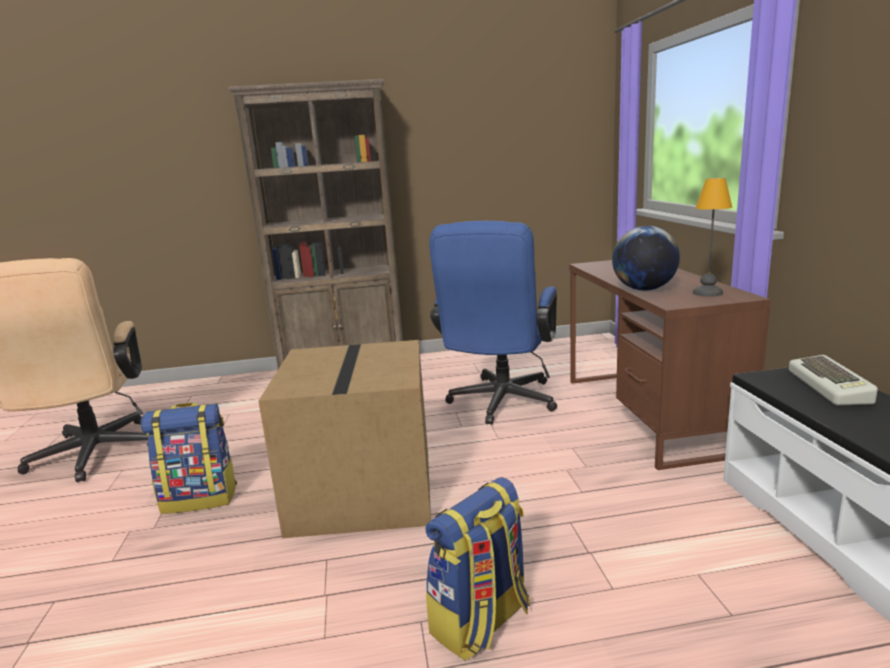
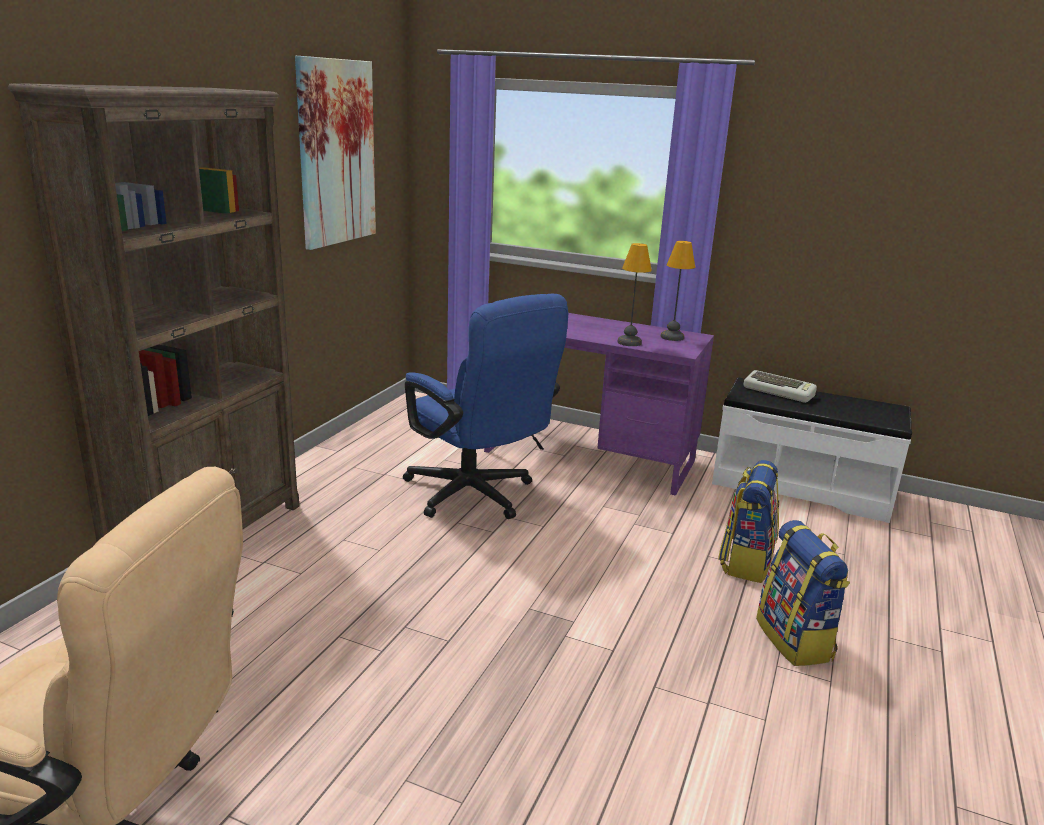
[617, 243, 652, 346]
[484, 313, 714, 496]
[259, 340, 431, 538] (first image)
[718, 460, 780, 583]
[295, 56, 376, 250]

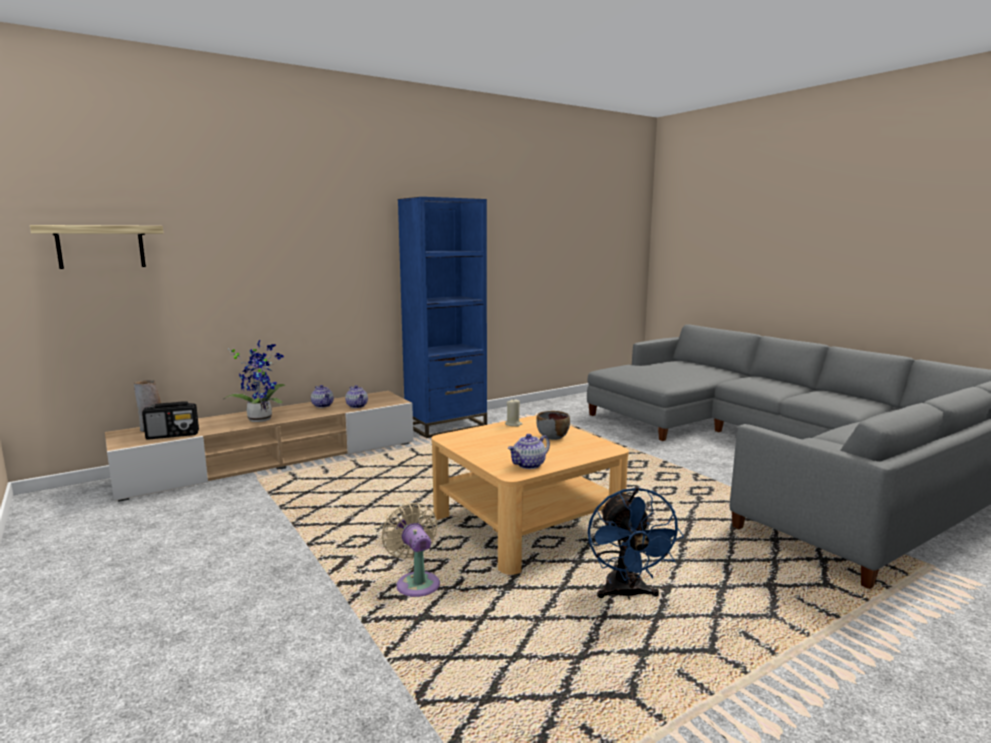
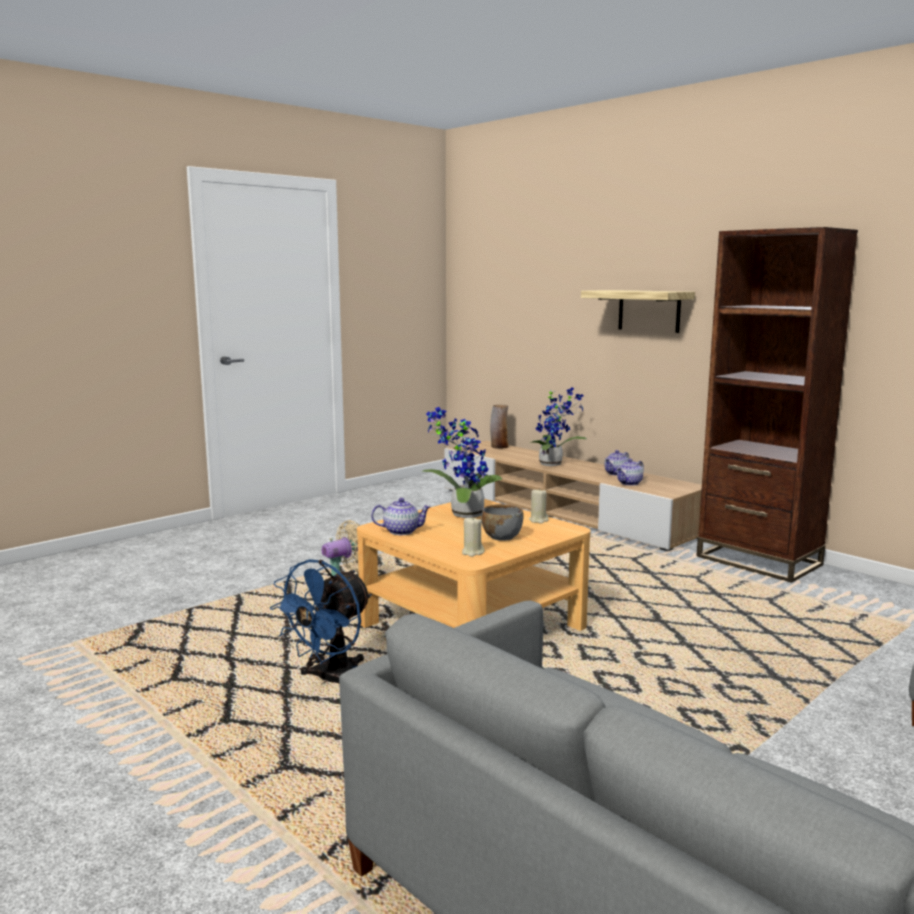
[697, 227, 858, 583]
[581, 290, 695, 333]
[142, 401, 199, 440] (first image)
[371, 498, 431, 535]
[270, 559, 372, 684]
[421, 407, 502, 518]
[462, 518, 484, 557]

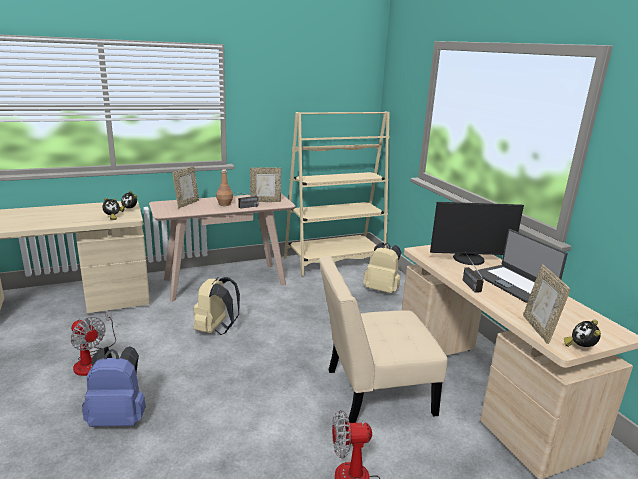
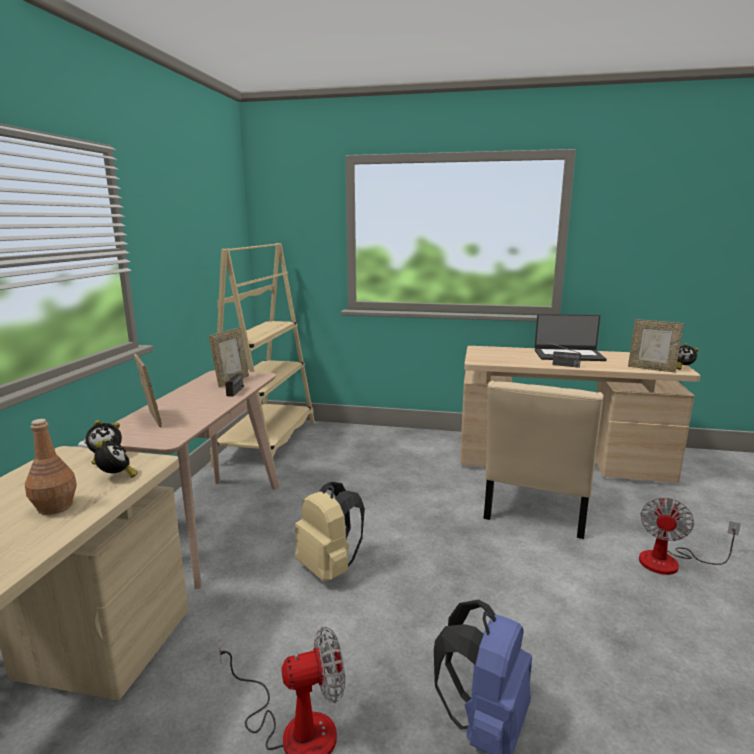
[25, 419, 77, 515]
[430, 202, 524, 265] (first image)
[363, 242, 401, 293] (first image)

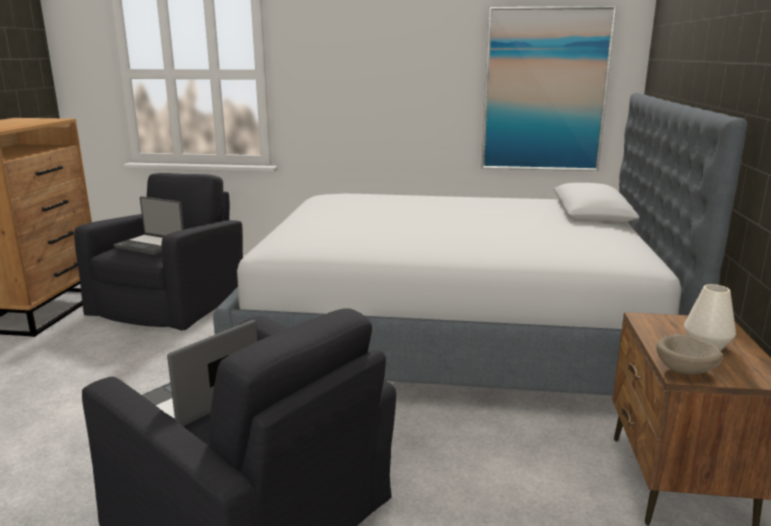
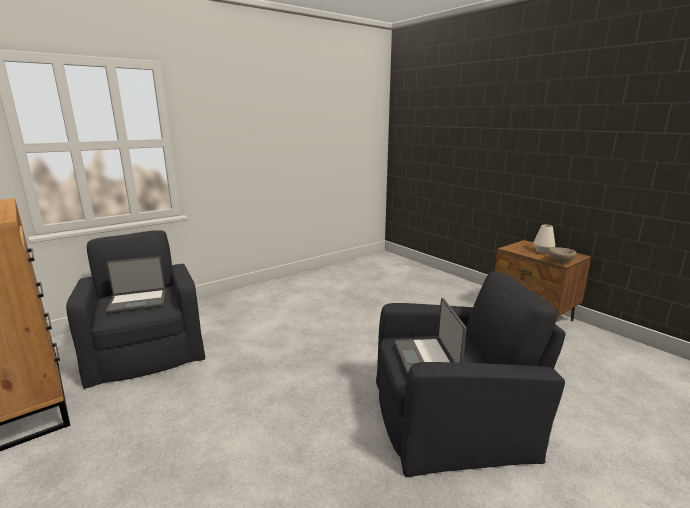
[481, 6, 616, 171] (first image)
[213, 93, 747, 395] (first image)

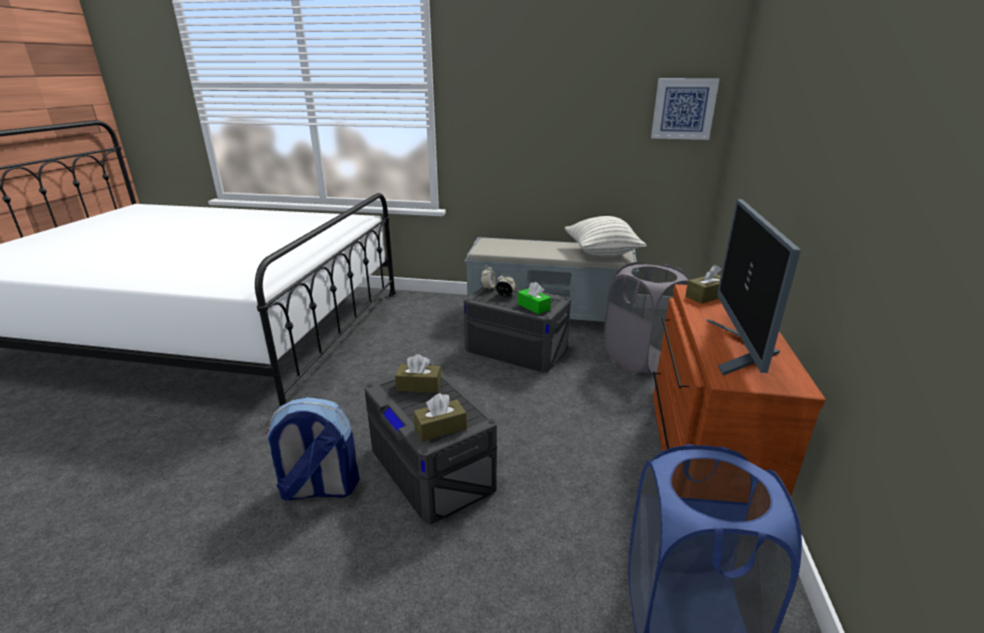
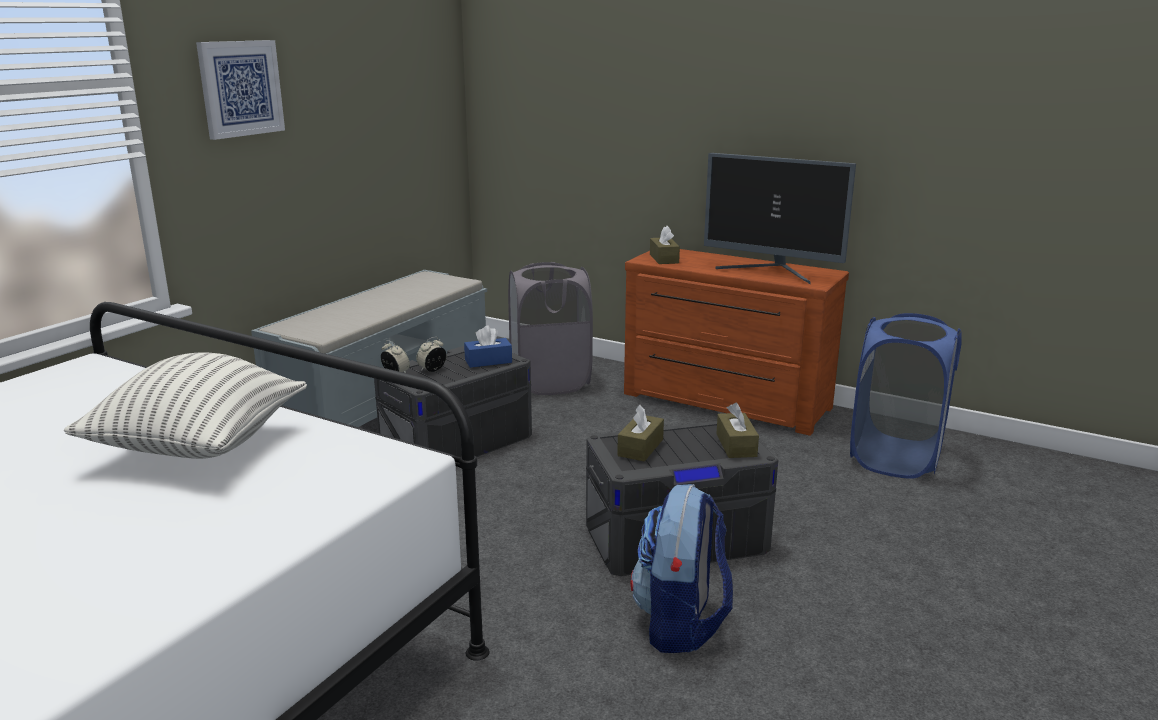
[196, 40, 285, 140]
[64, 352, 307, 459]
[464, 326, 512, 368]

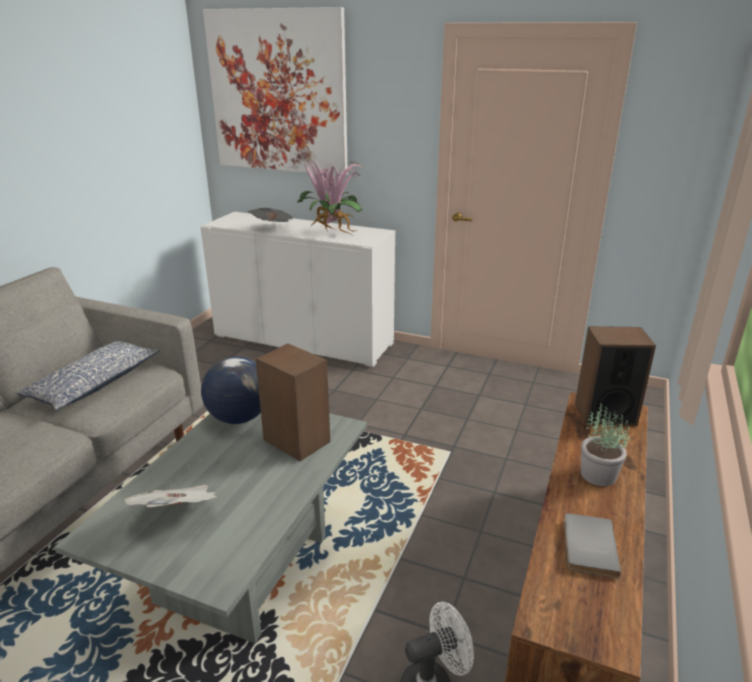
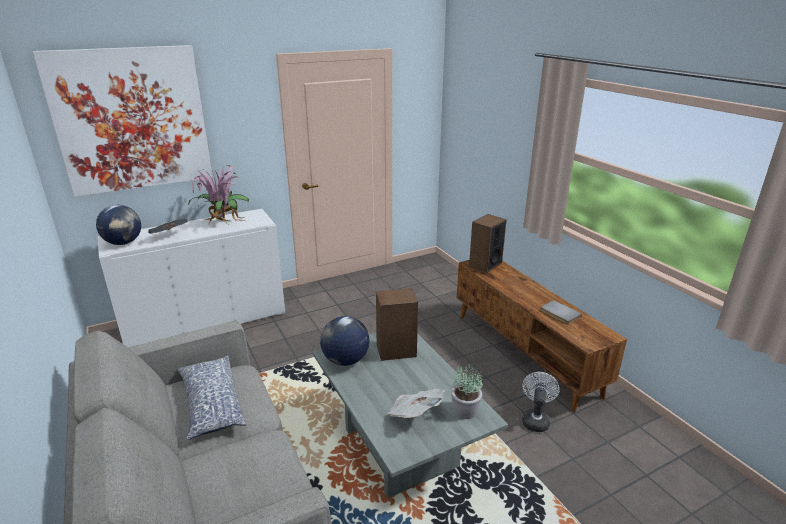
[451, 363, 483, 419]
[96, 205, 141, 245]

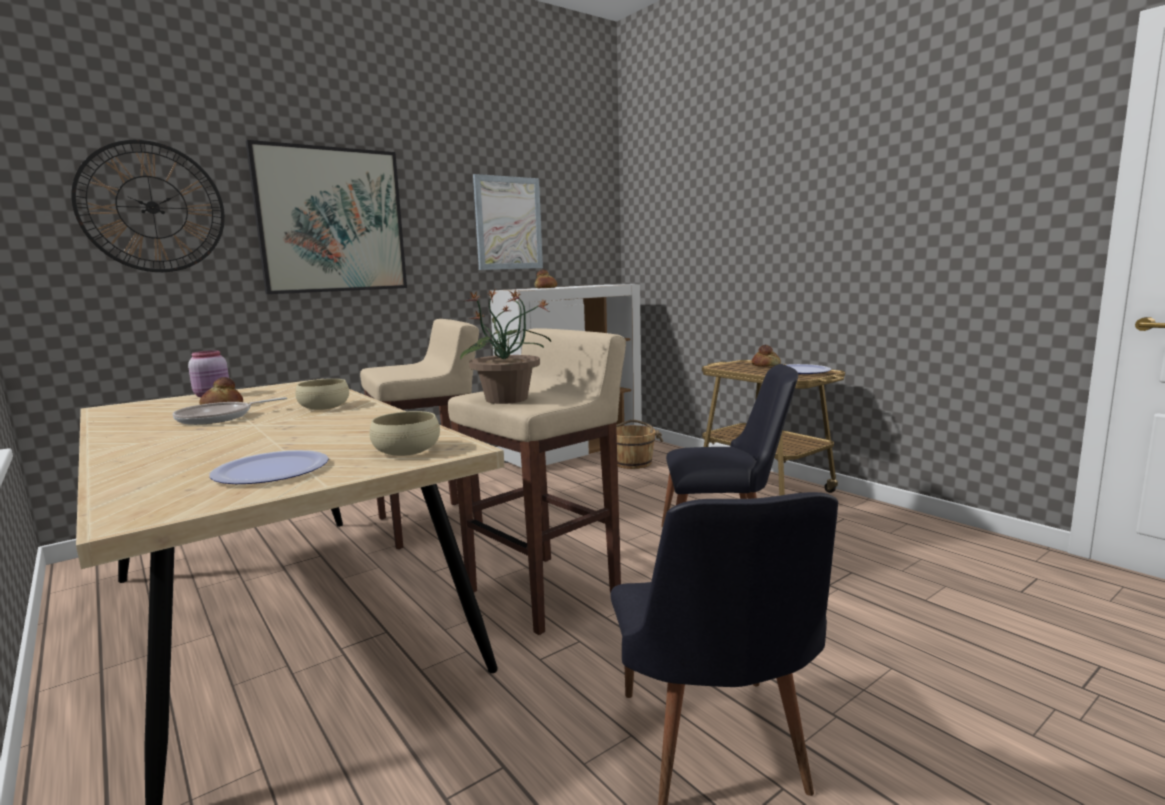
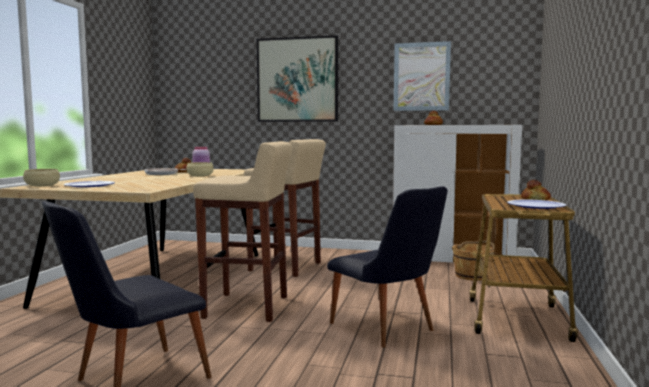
[71, 140, 225, 272] (first image)
[460, 289, 551, 404] (first image)
[23, 169, 60, 187]

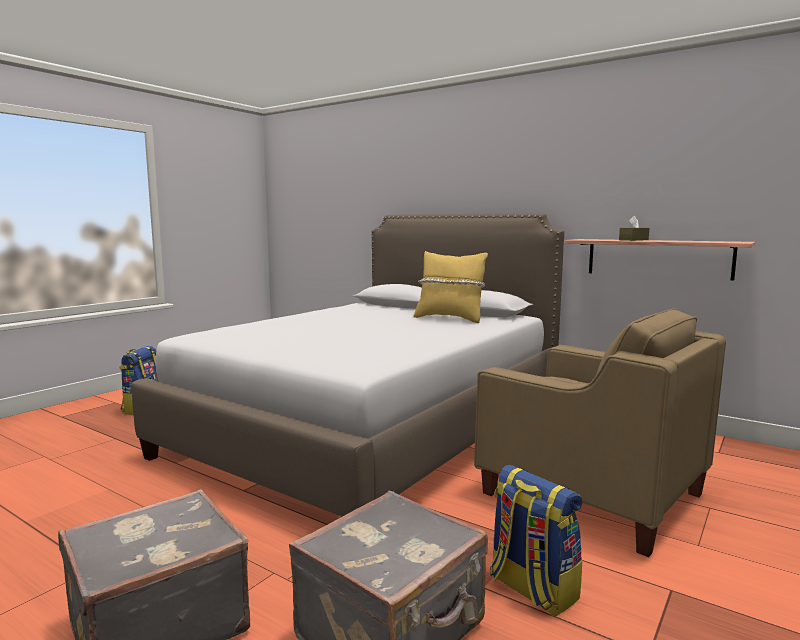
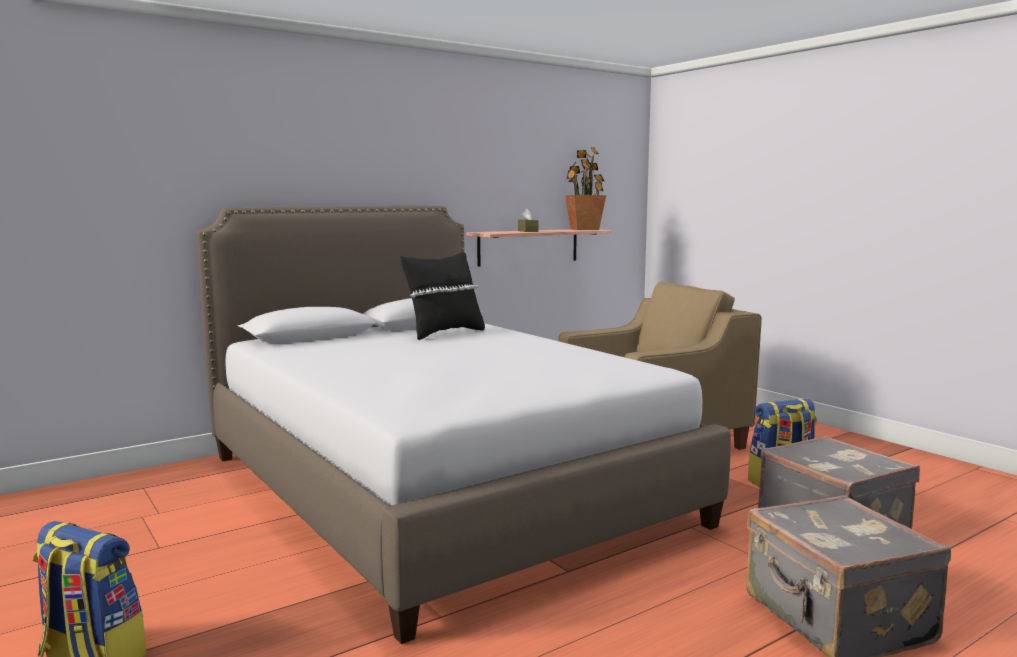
[400, 252, 485, 340]
[565, 147, 606, 230]

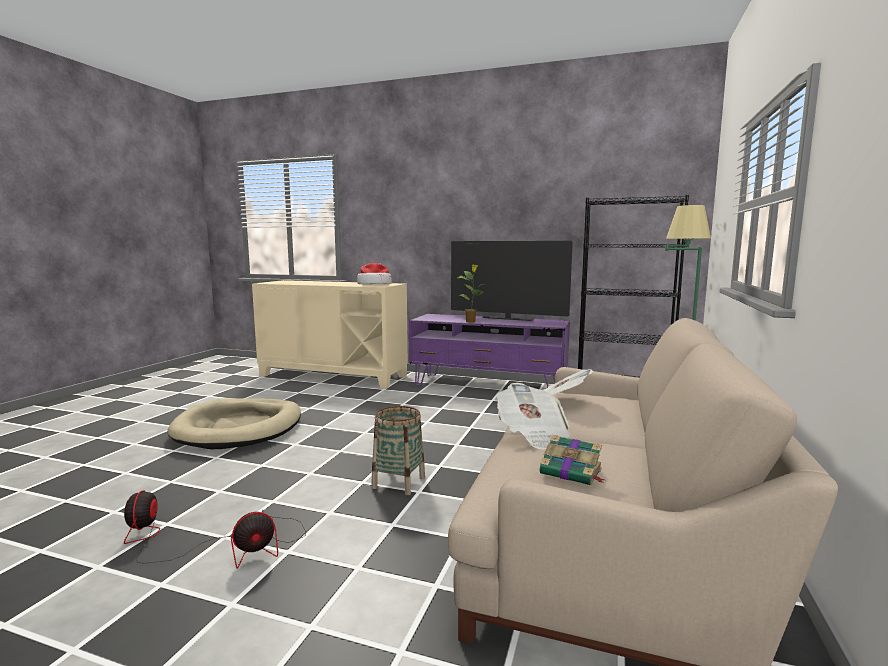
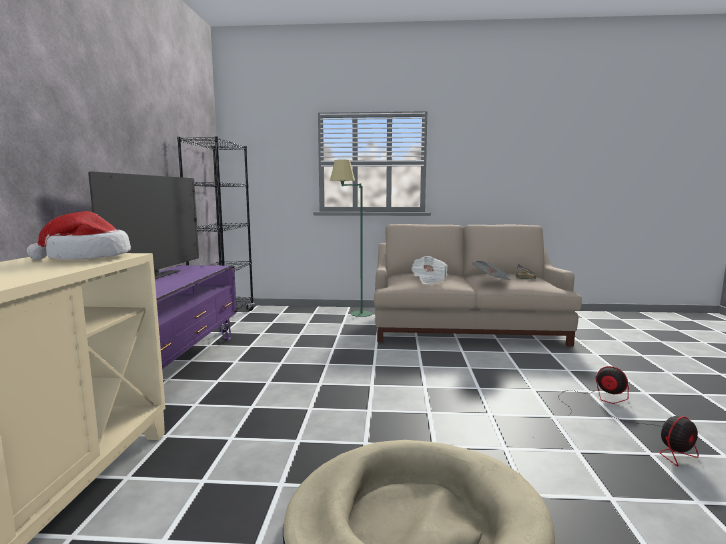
[458, 265, 486, 323] (first image)
[371, 406, 425, 495] (first image)

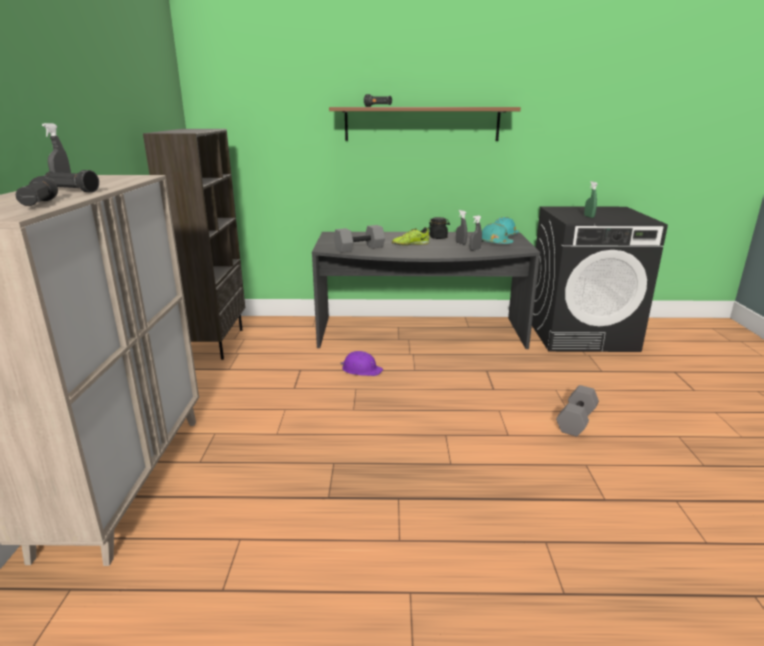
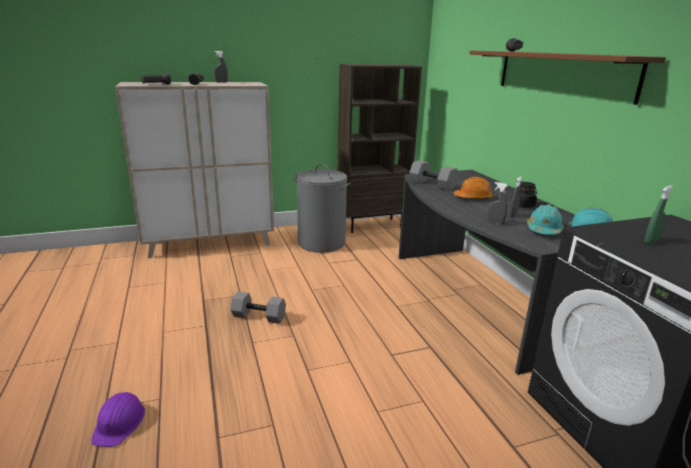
[454, 177, 493, 199]
[91, 392, 145, 447]
[230, 292, 286, 324]
[293, 164, 351, 253]

